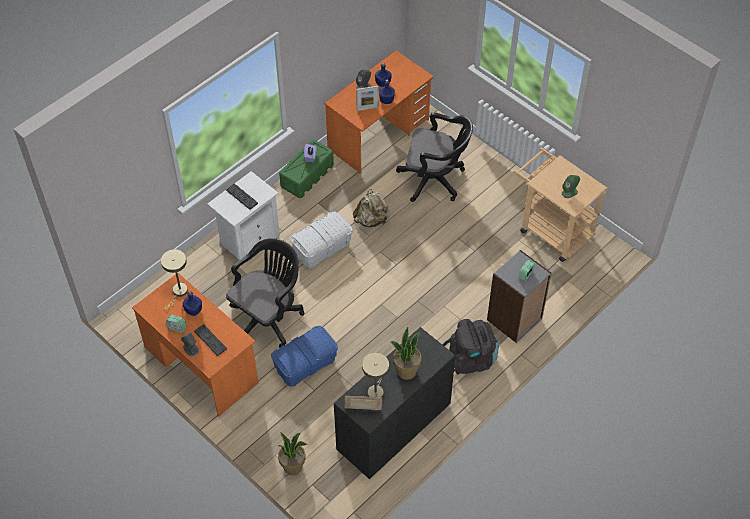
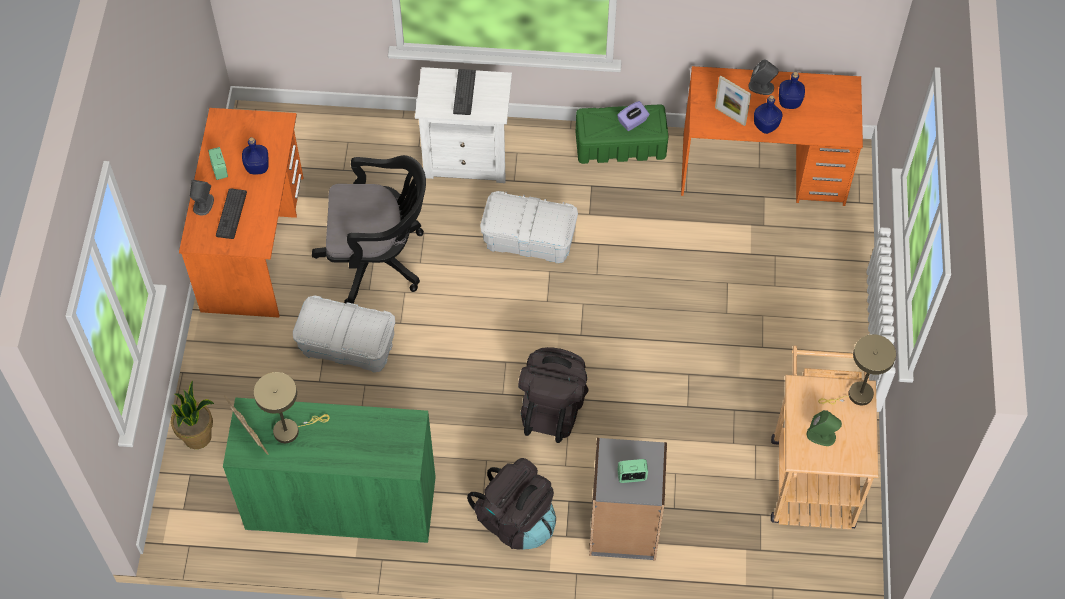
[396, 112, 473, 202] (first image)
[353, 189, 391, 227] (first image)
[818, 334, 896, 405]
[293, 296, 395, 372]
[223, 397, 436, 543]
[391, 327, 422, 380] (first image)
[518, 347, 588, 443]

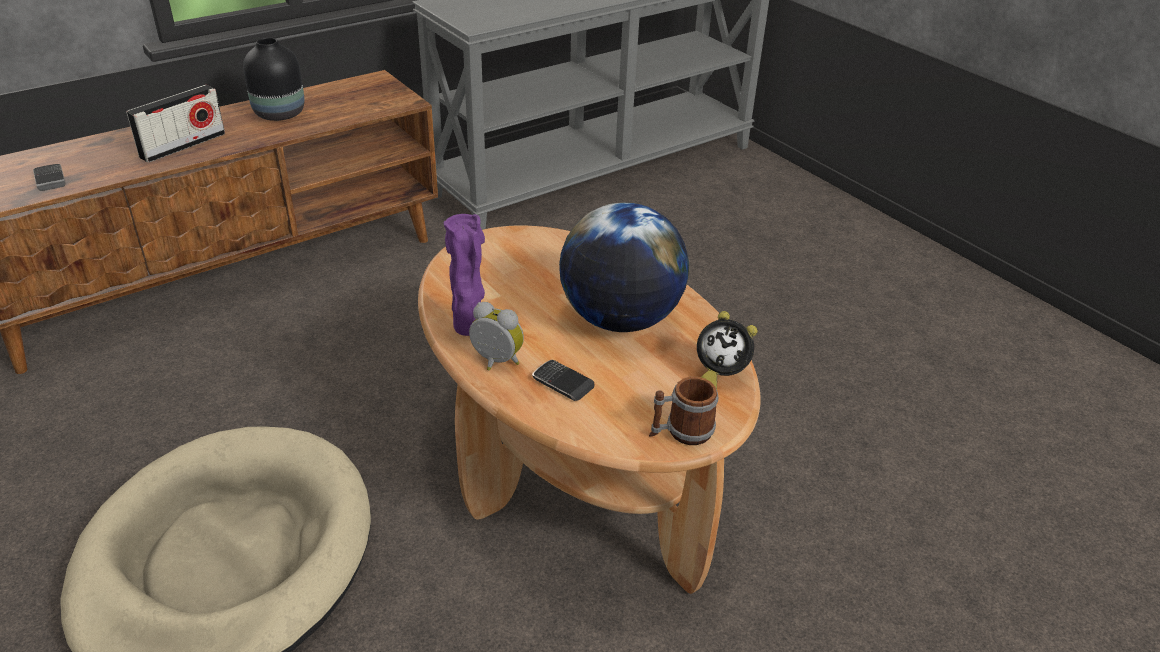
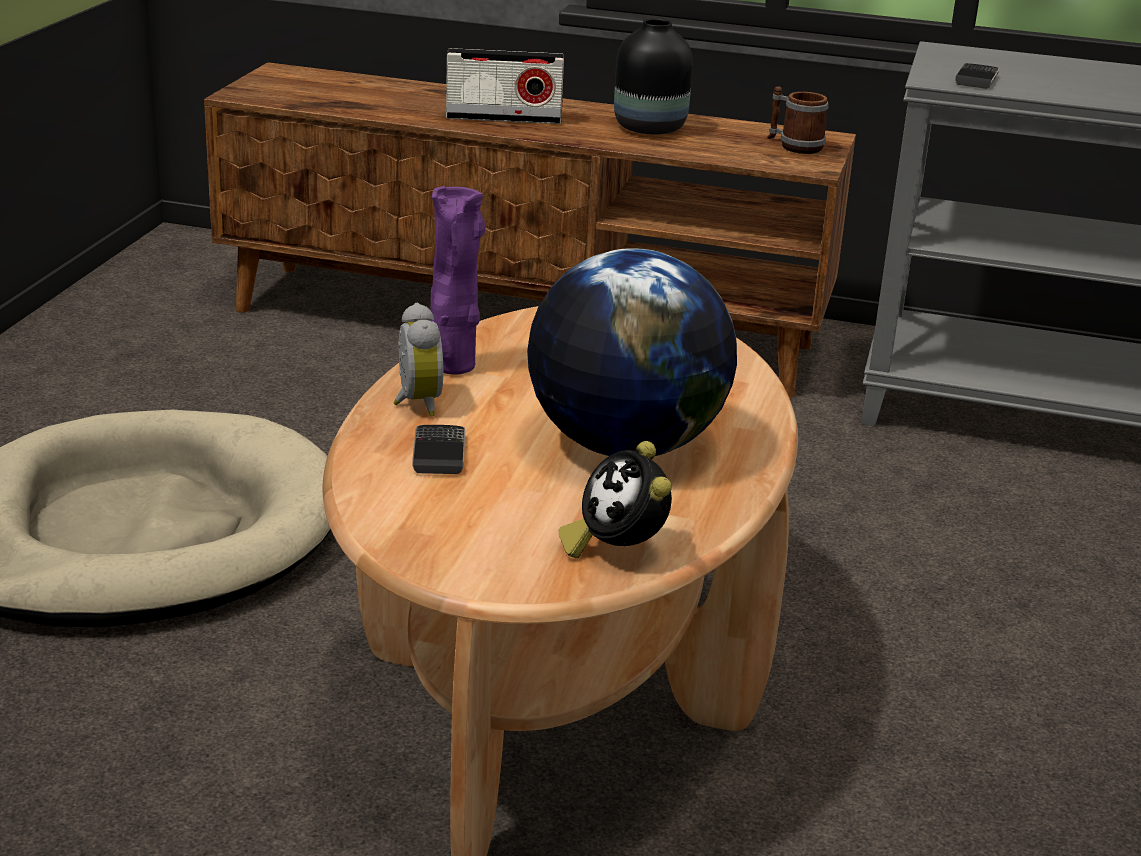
[955, 63, 999, 89]
[767, 86, 828, 154]

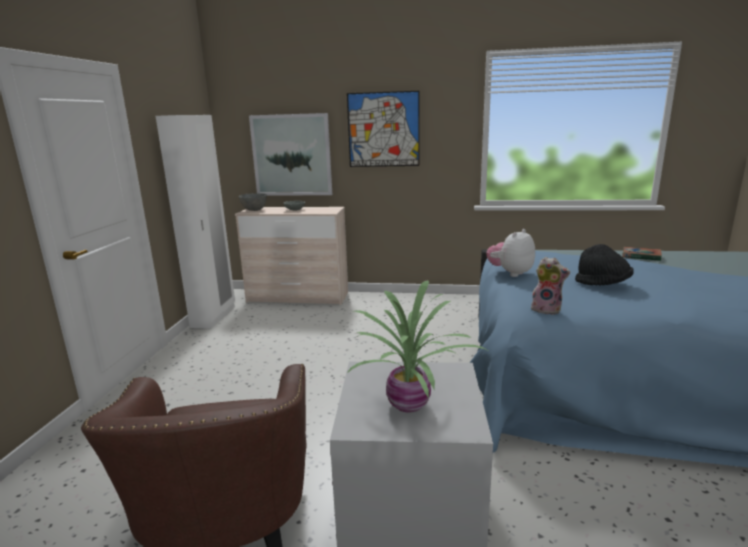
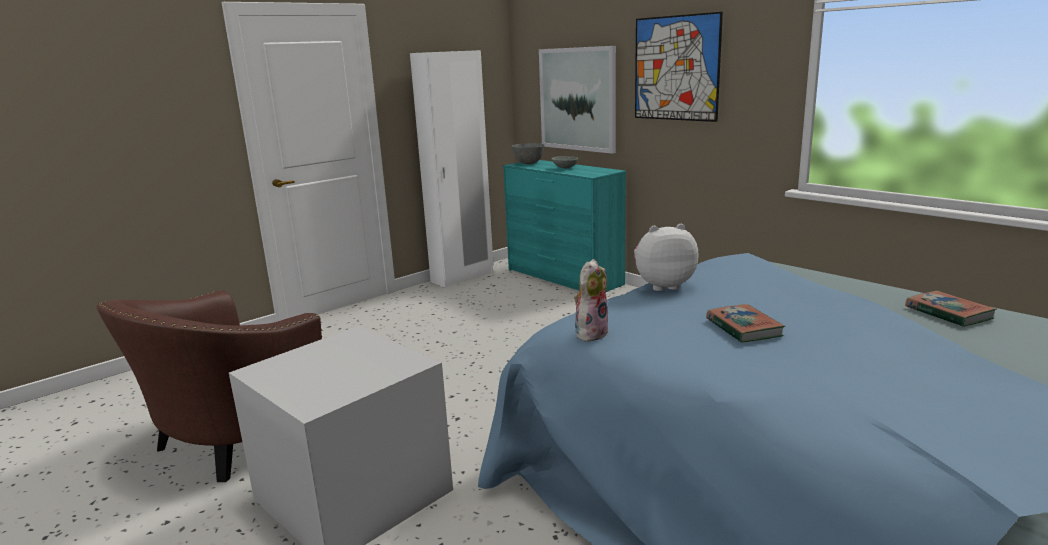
[503, 160, 626, 292]
[706, 304, 785, 343]
[574, 259, 609, 341]
[346, 280, 487, 413] (first image)

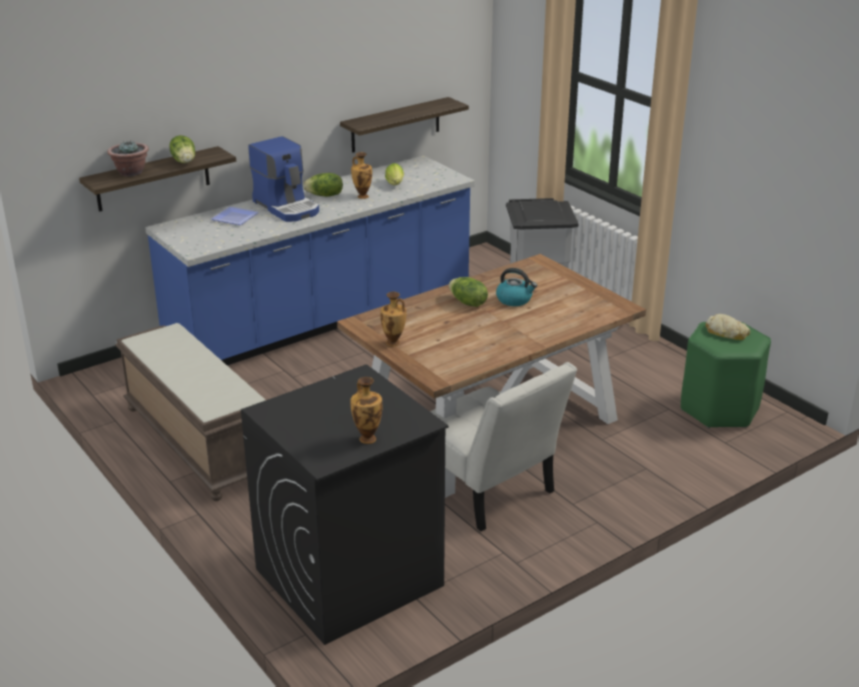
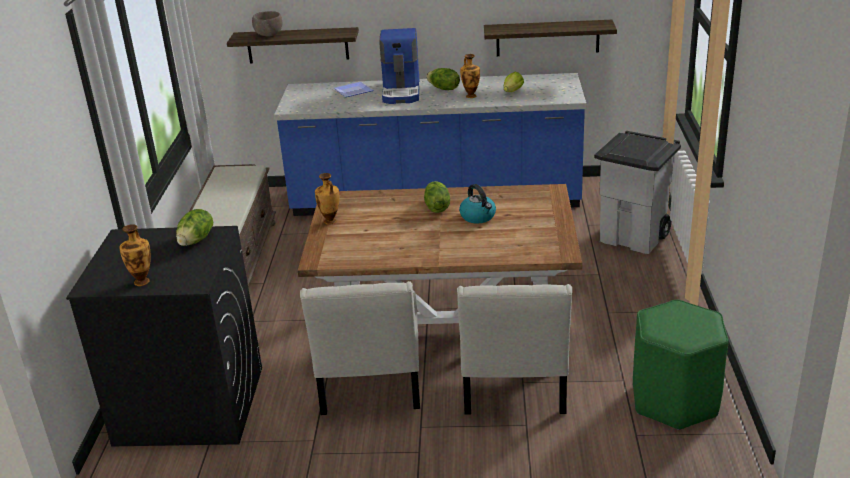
[176, 209, 213, 246]
[252, 11, 282, 36]
[705, 314, 750, 340] (first image)
[457, 284, 572, 415]

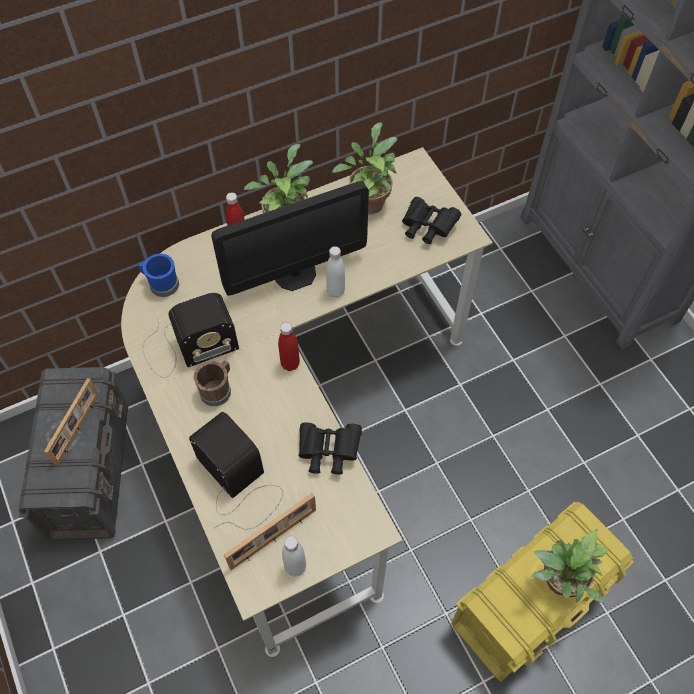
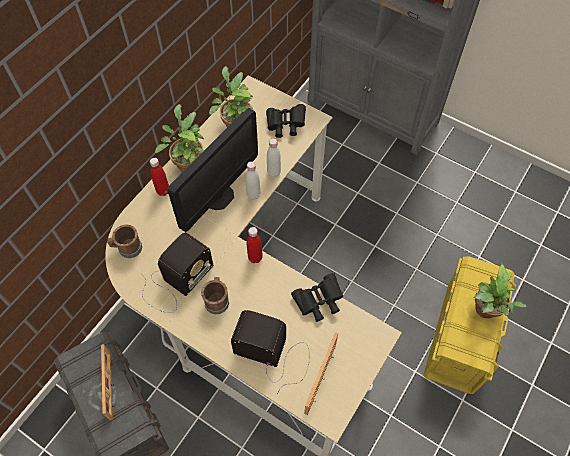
[107, 224, 142, 258]
[267, 138, 281, 177]

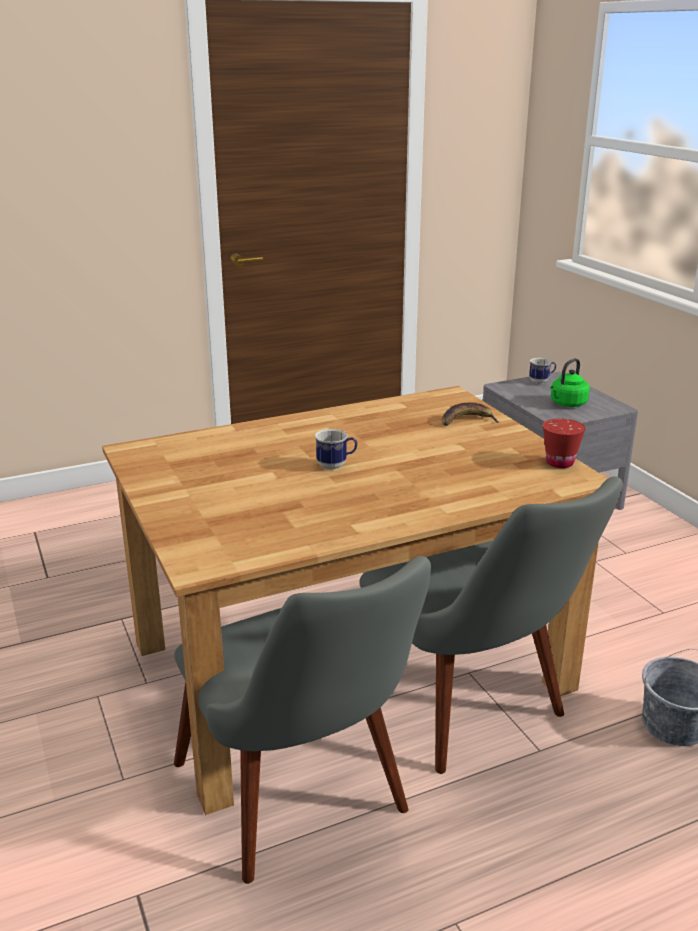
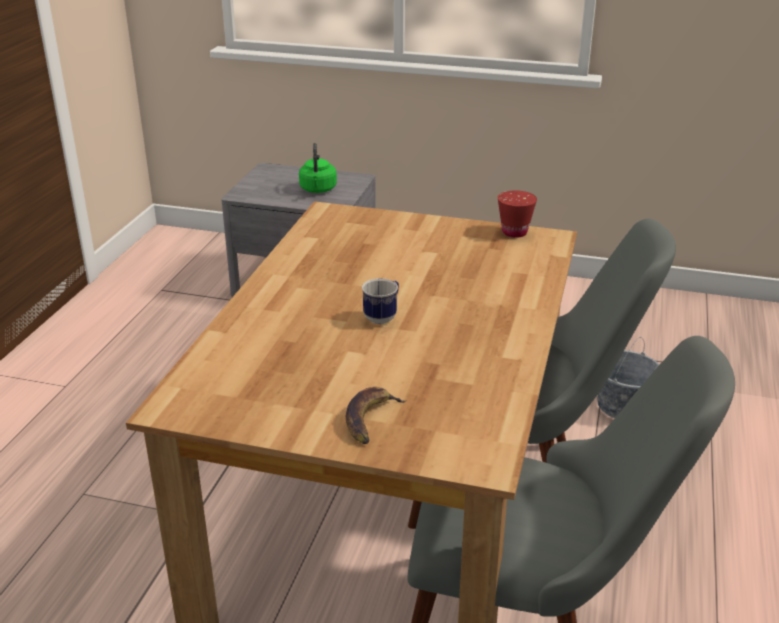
[529, 358, 556, 384] (first image)
[346, 387, 407, 444]

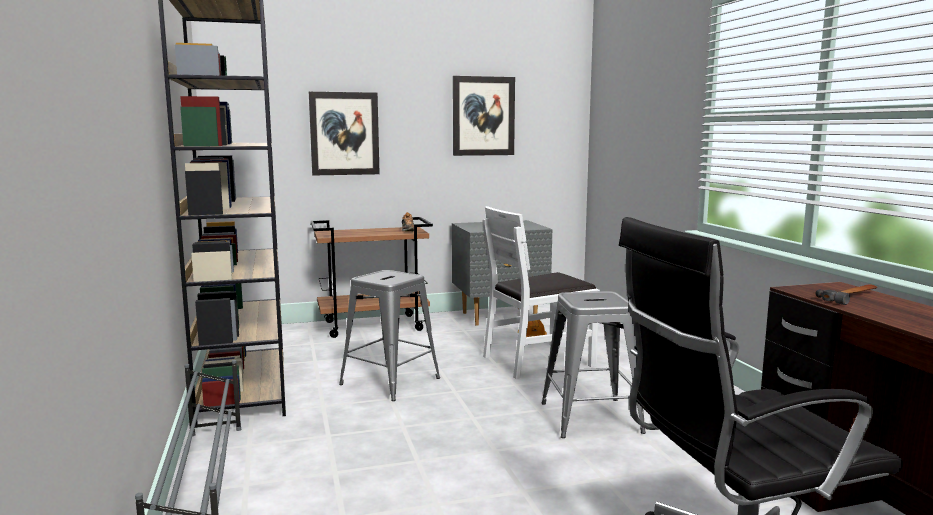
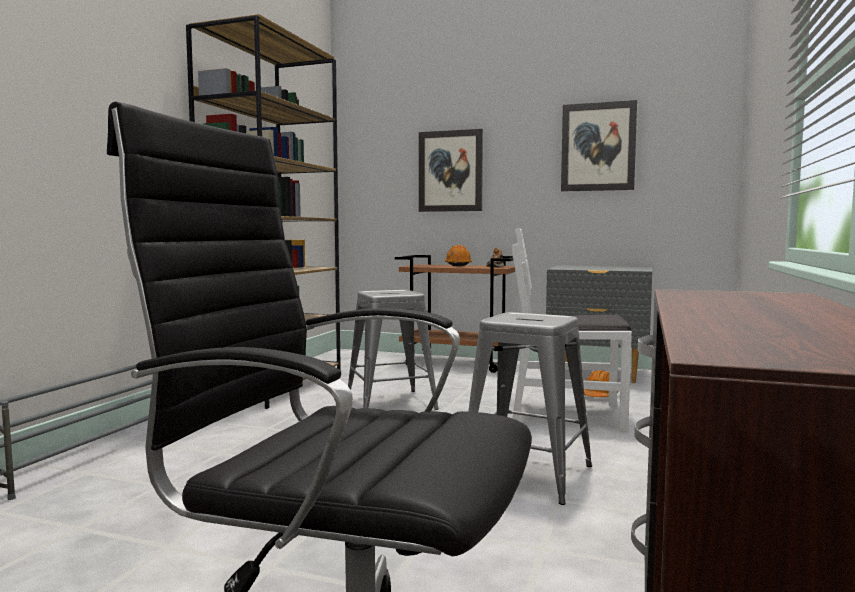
[816, 284, 877, 305] (first image)
[445, 245, 472, 266]

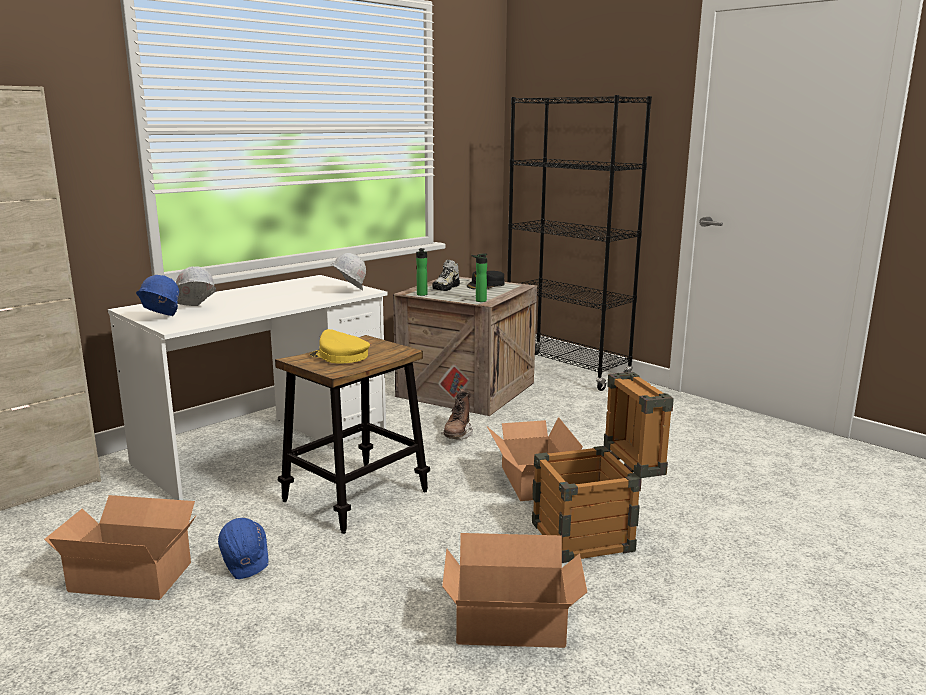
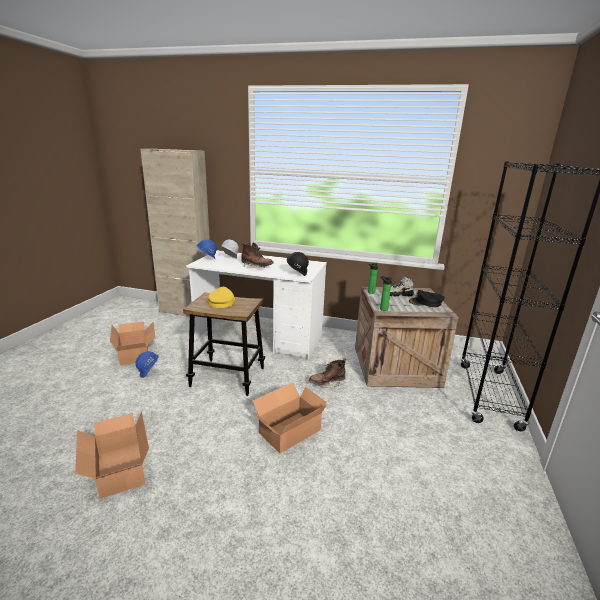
[287, 252, 309, 276]
[532, 372, 674, 563] (first image)
[241, 243, 274, 268]

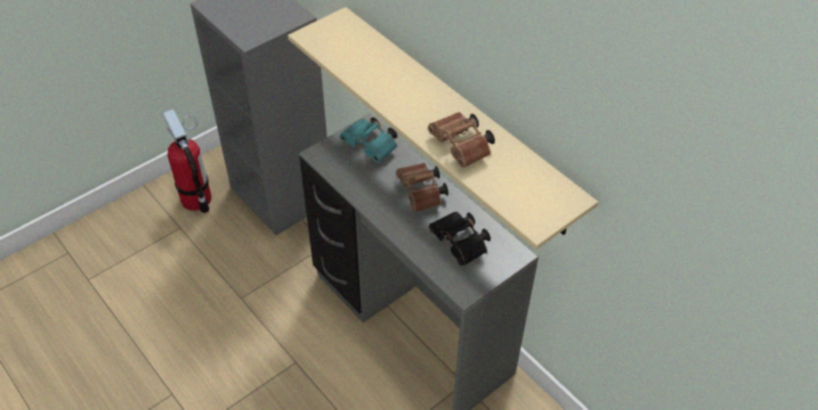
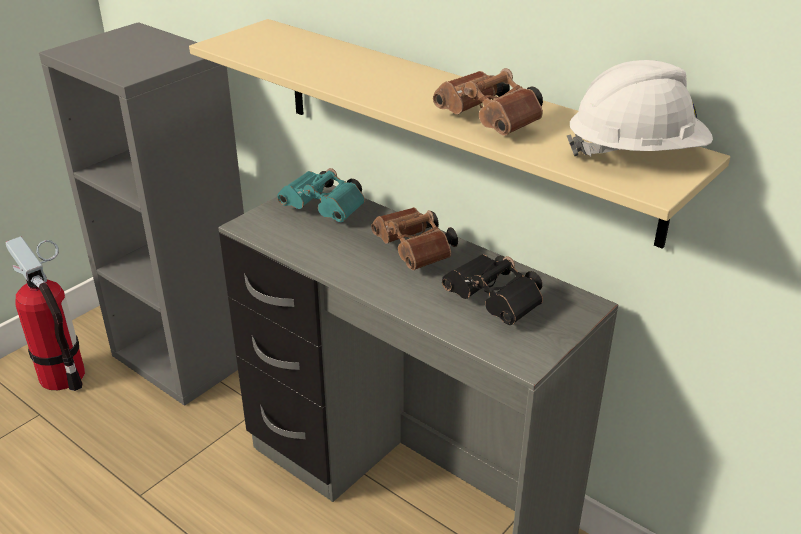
[567, 60, 713, 157]

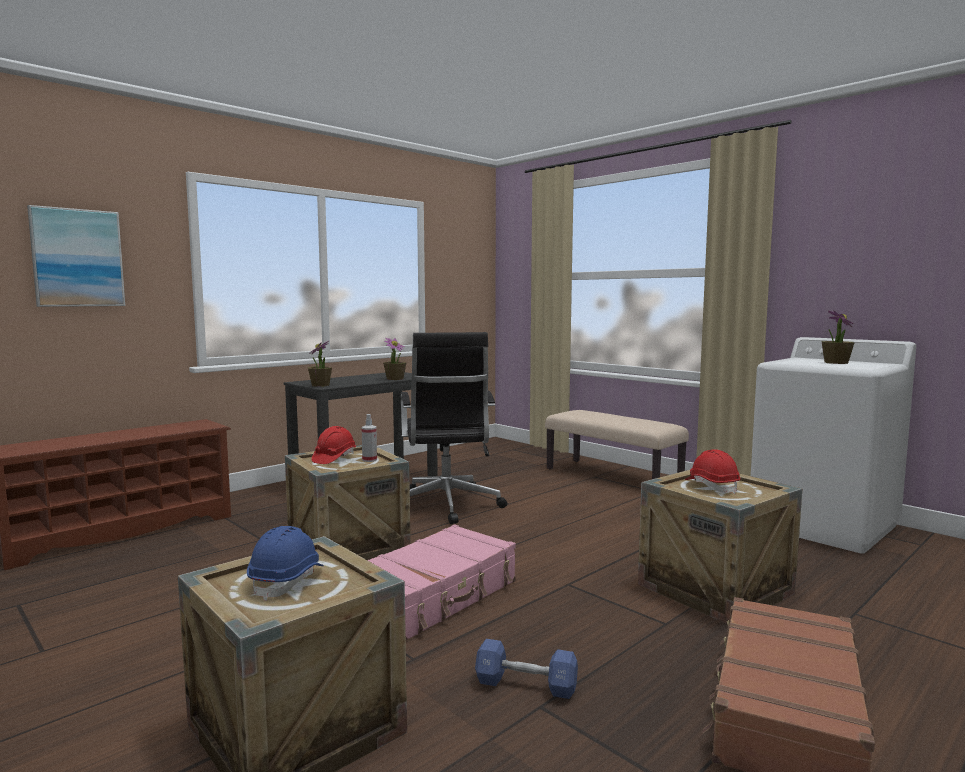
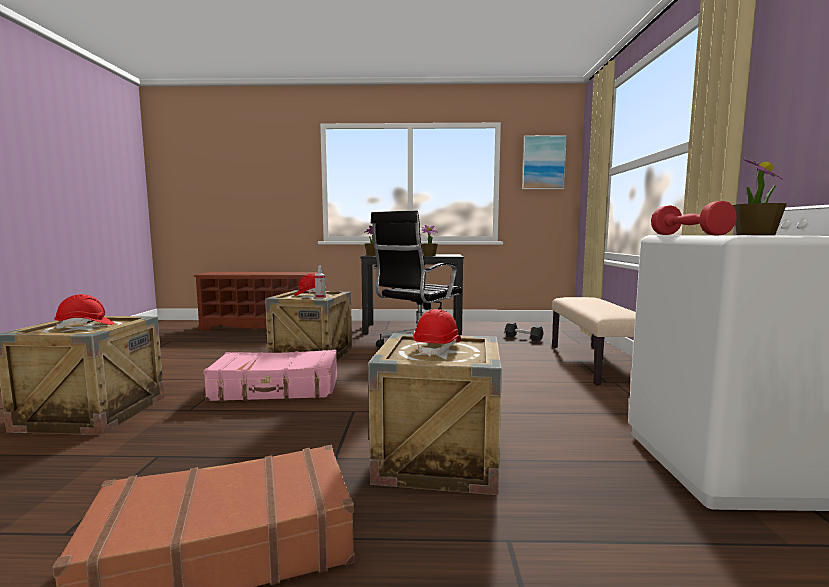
[522, 135, 567, 189]
[54, 294, 114, 329]
[475, 639, 578, 699] (first image)
[651, 201, 737, 235]
[505, 322, 544, 341]

